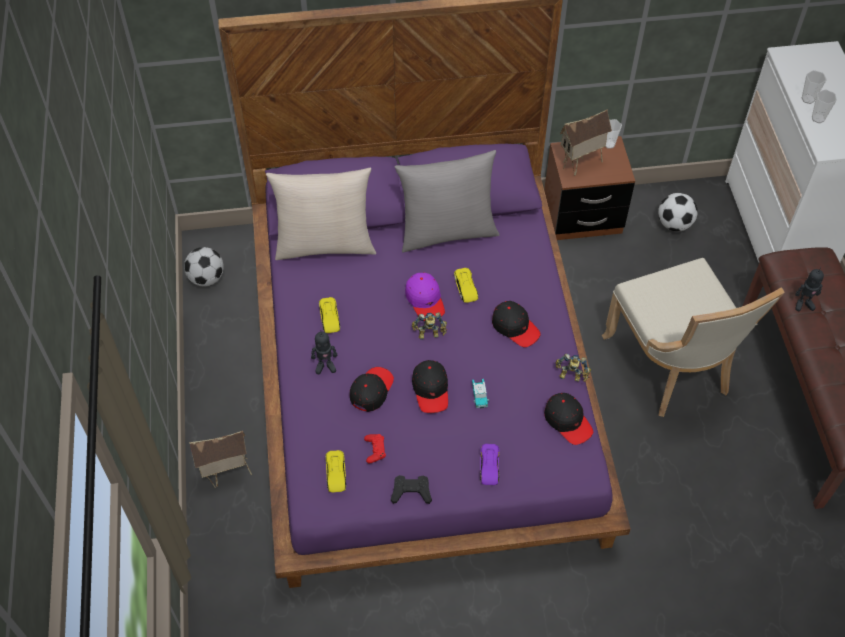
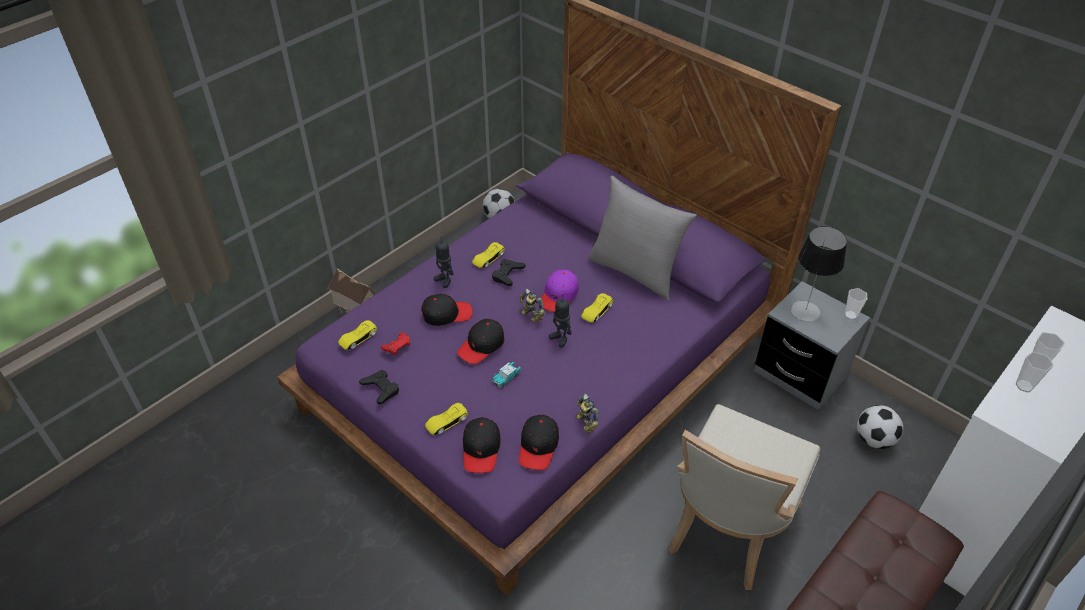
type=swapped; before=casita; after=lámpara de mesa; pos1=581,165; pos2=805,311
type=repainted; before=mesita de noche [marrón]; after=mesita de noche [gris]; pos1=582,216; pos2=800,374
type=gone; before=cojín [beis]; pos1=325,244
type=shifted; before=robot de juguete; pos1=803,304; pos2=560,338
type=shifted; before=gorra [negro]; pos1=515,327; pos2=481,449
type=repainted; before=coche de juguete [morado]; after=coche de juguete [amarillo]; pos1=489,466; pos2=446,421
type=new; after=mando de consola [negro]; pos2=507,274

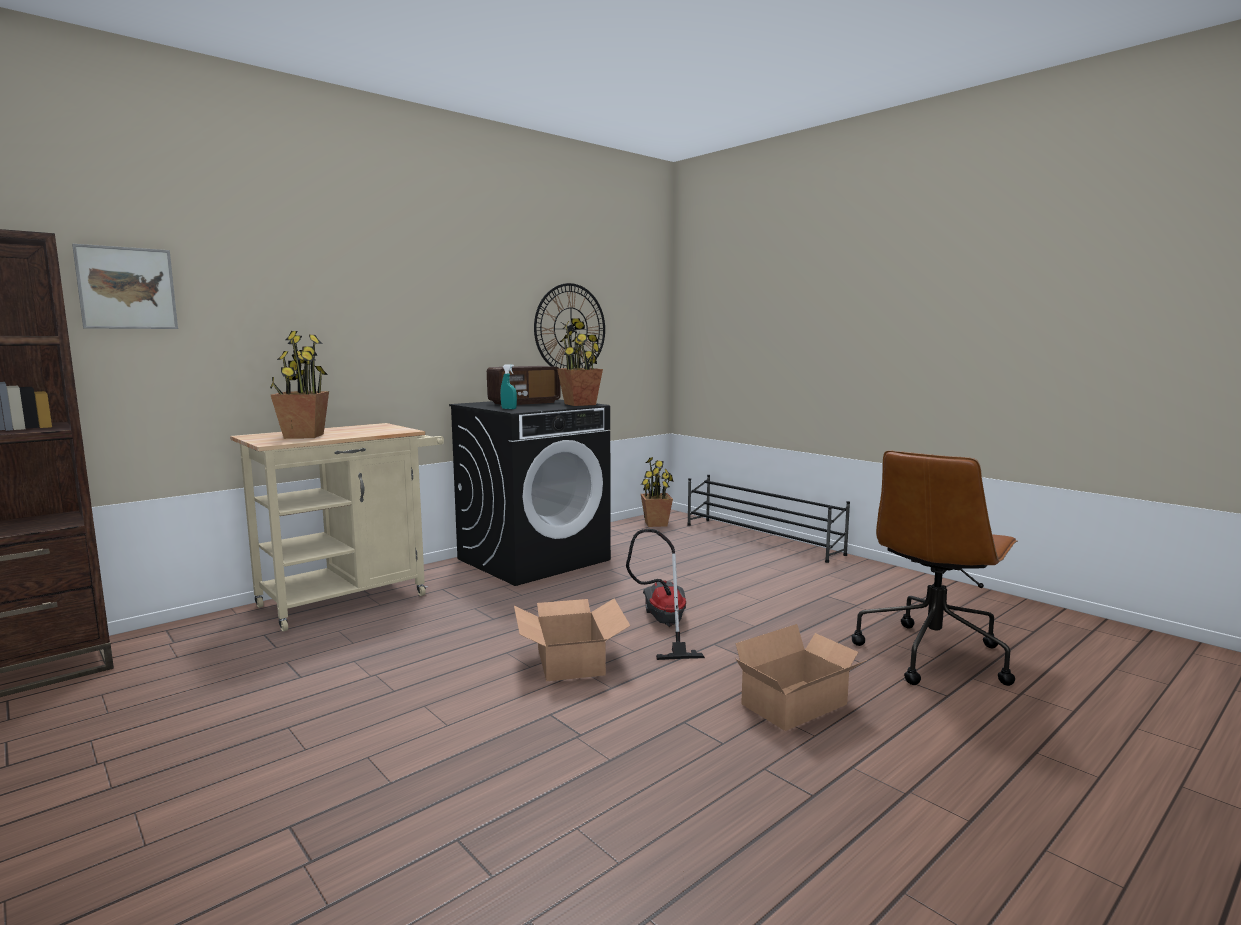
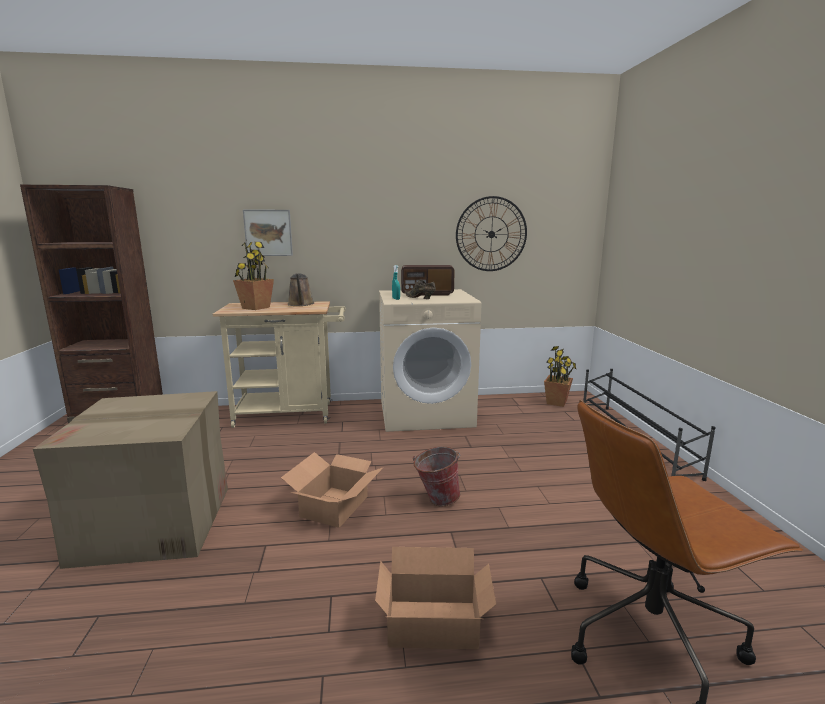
type=shifted; before=cuadro; pos1=127,288; pos2=268,233
type=gone; before=planta en maceta; pos1=580,404
type=repainted; before=lavadora [negro]; after=lavadora [beis]; pos1=534,559; pos2=426,413
type=swapped; before=aspiradora; after=cubo; pos1=663,626; pos2=436,499
type=new; after=regadera [marrón]; pos2=301,304
type=new; after=zapato [marrón]; pos2=420,298
type=new; after=caja de cartón; pos2=156,523

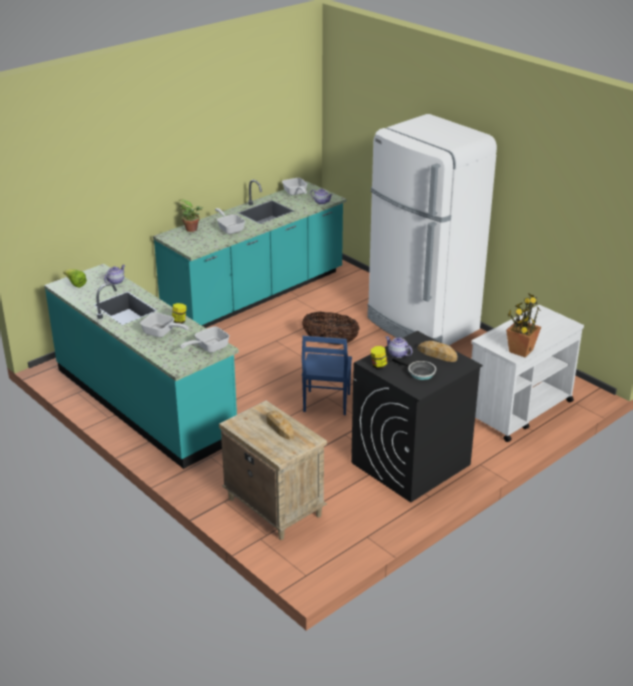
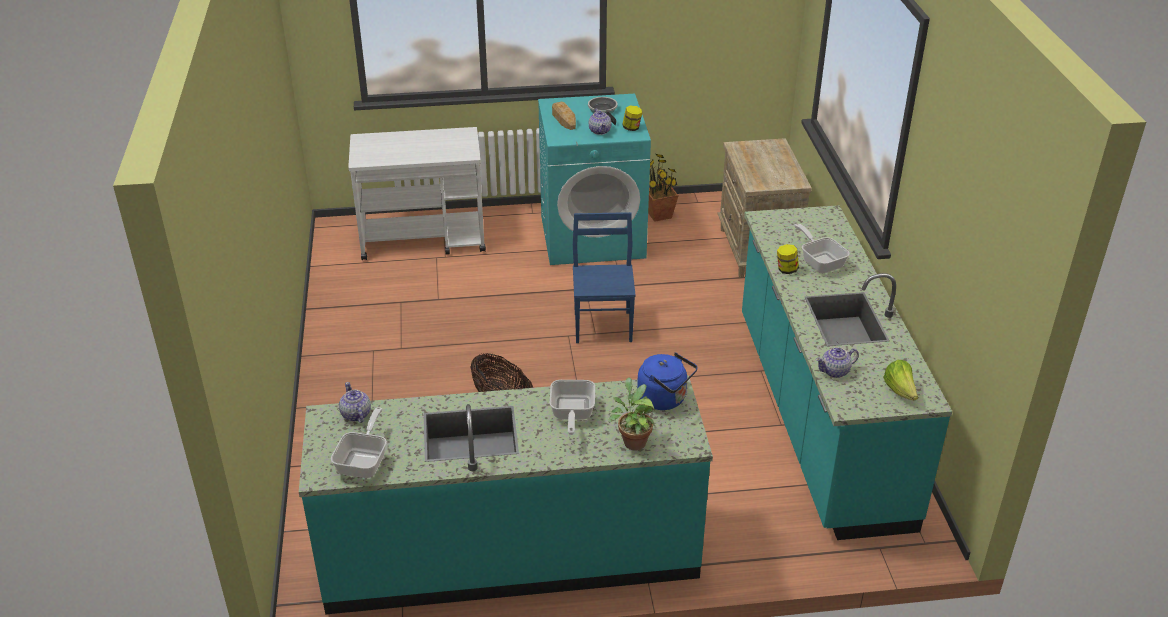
type=gone; before=nevera [blanco]; pos1=422,325
type=shifted; before=planta en maceta; pos1=521,351; pos2=659,215
type=gone; before=sartén; pos1=208,348
type=repainted; before=lavadora [negro]; after=lavadora [turquesa]; pos1=410,464; pos2=593,236
type=rotated; before=silla [azul]; pos1=326,403; pos2=604,326; turn=-45
type=gone; before=pan; pos1=279,427
type=new; after=hervidor [azul]; pos2=665,399

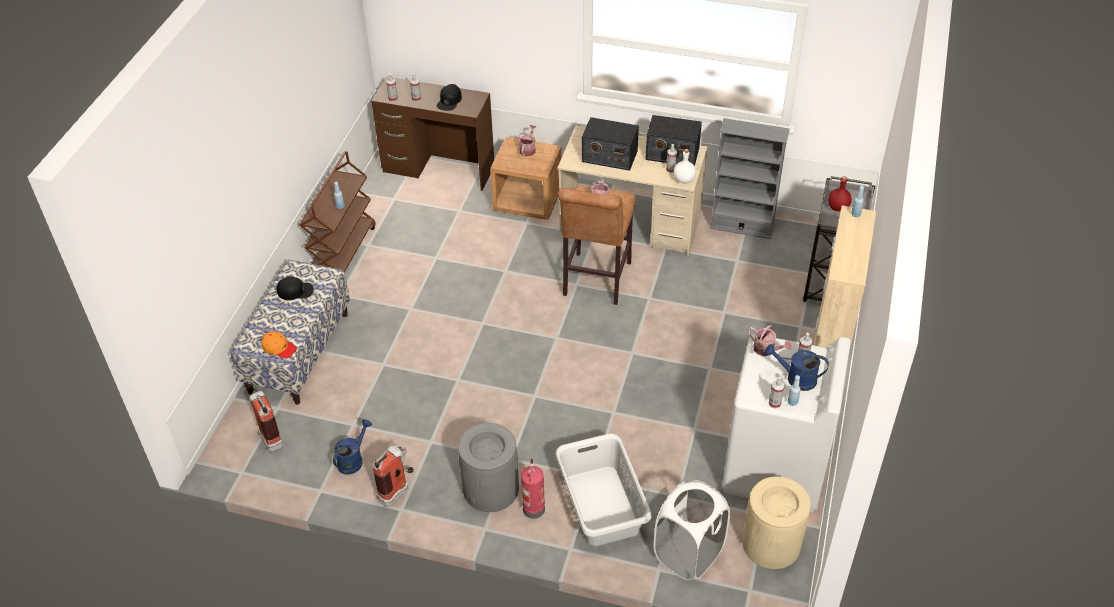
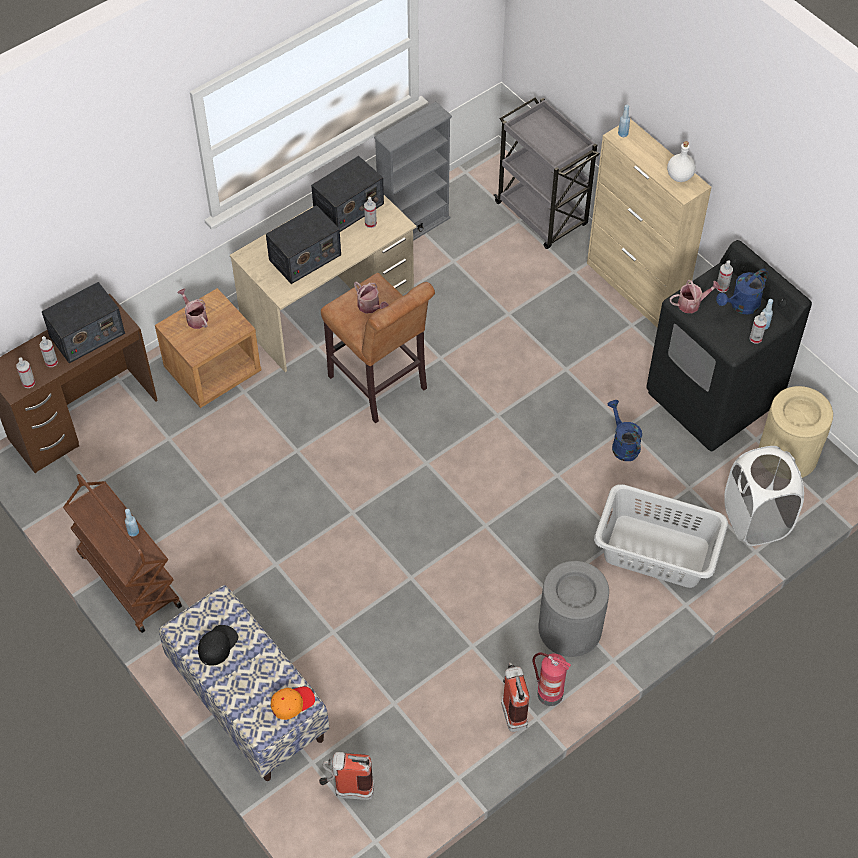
type=swapped; before=gorra [negro]; after=radio; pos1=449,101; pos2=86,335
type=shifted; before=botella [blanco]; pos1=684,180; pos2=680,176
type=gone; before=botella [rojo]; pos1=838,208
type=repainted; before=lavadora [blanco]; after=lavadora [negro]; pos1=775,468; pos2=713,398
type=shifted; before=regadera [azul]; pos1=353,459; pos2=622,444
type=shifted; before=extintor; pos1=533,508; pos2=548,694

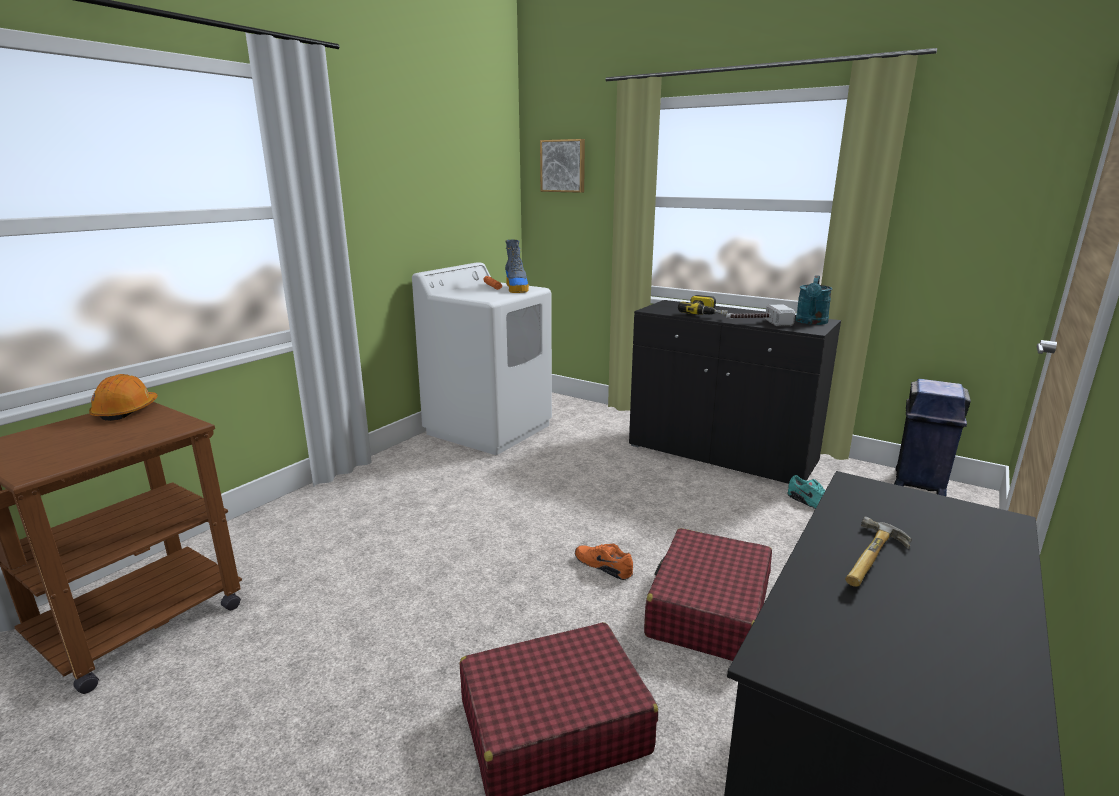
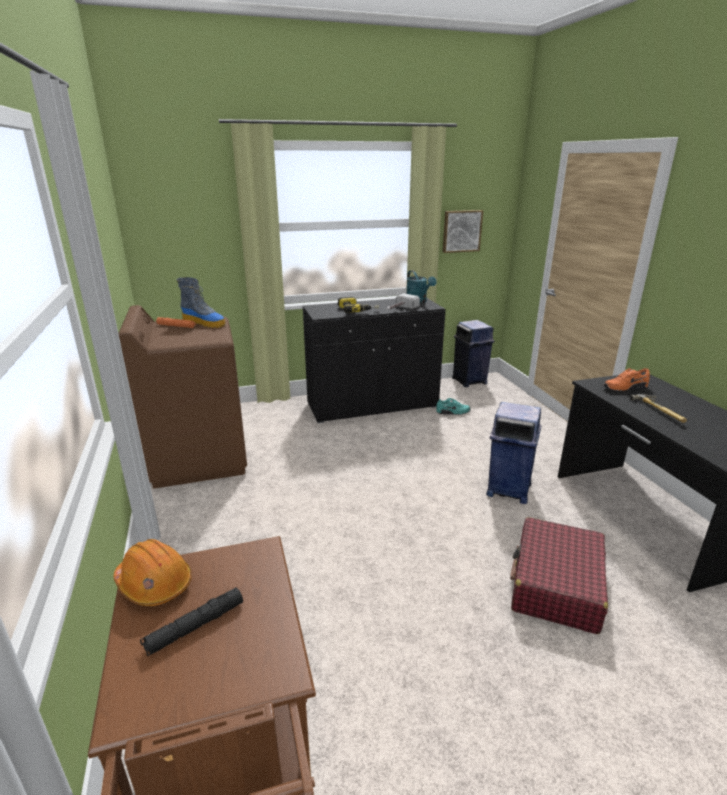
type=shifted; before=cuadro; pos1=563,166; pos2=461,231
type=repainted; before=lavadora [blanco]; after=lavadora [marrón]; pos1=489,429; pos2=199,458
type=swapped; before=maleta [rojo]; after=papelera [azul]; pos1=708,610; pos2=507,489
type=shifted; before=zapato [naranja]; pos1=604,566; pos2=624,387
type=new; after=linterna [negro]; pos2=195,626

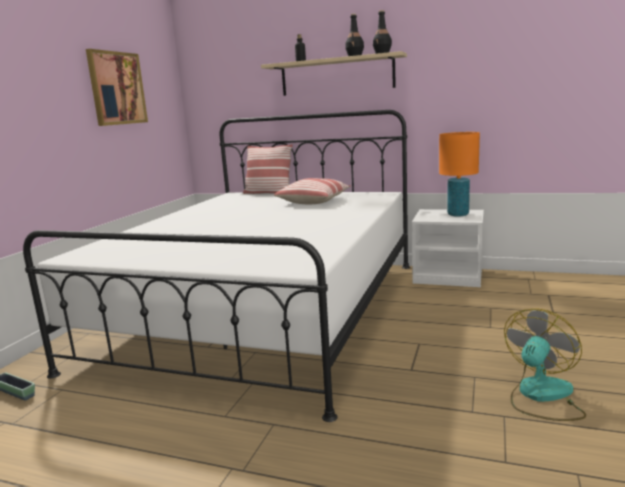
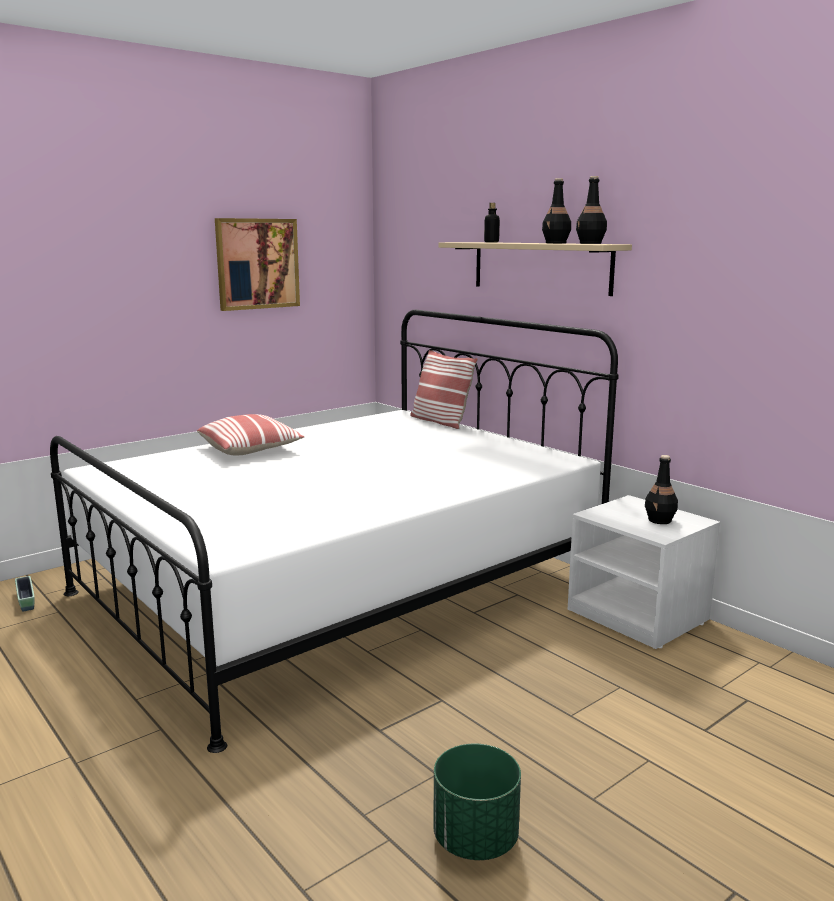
type=swapped; before=lámpara de mesa [naranja]; after=botella [negro]; pos1=458,214; pos2=660,520
type=shifted; before=cojín; pos1=313,201; pos2=251,449
type=swapped; before=ventilador; after=maceta [verde]; pos1=541,396; pos2=475,838

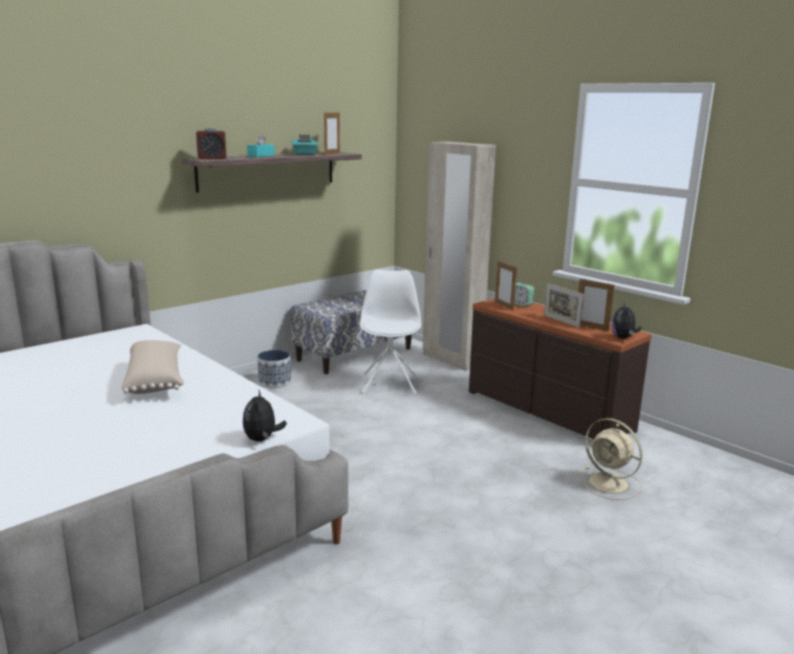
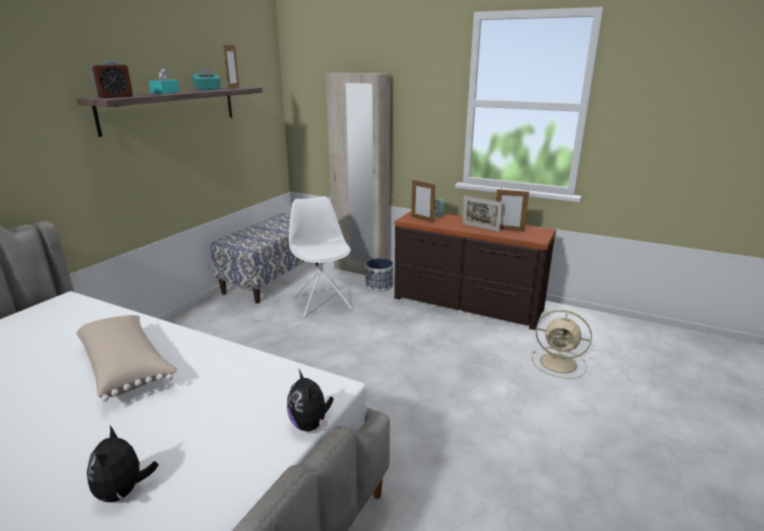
type=shifted; before=peluche; pos1=623,338; pos2=124,492
type=shifted; before=maceta; pos1=274,382; pos2=379,286

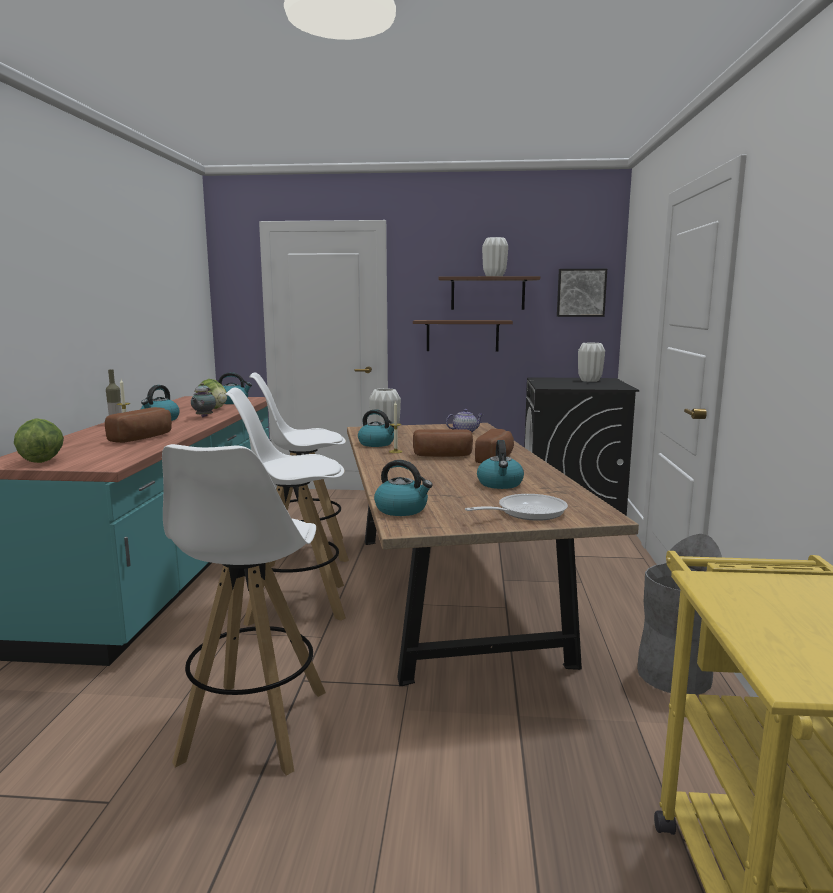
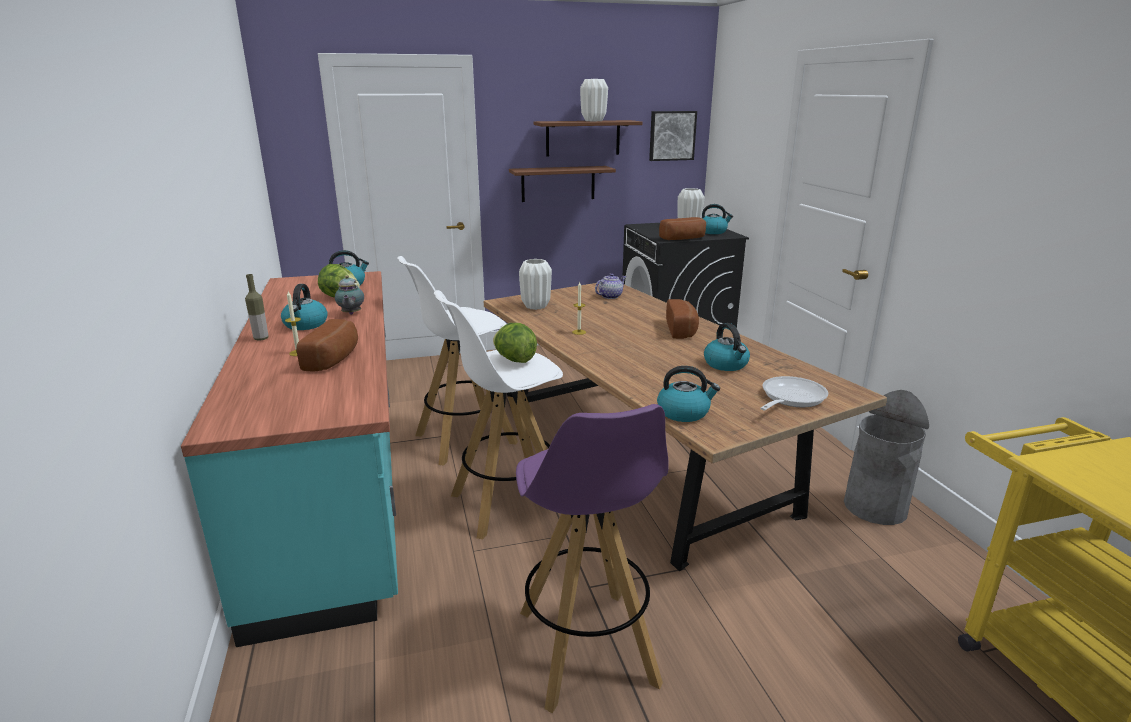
type=shifted; before=hervidor; pos1=377,444; pos2=713,232
type=shifted; before=lechuga; pos1=41,461; pos2=514,360
type=shifted; before=pan; pos1=443,456; pos2=684,239
type=repainted; before=taburete [blanco]; after=taburete [morado]; pos1=254,726; pos2=587,648

